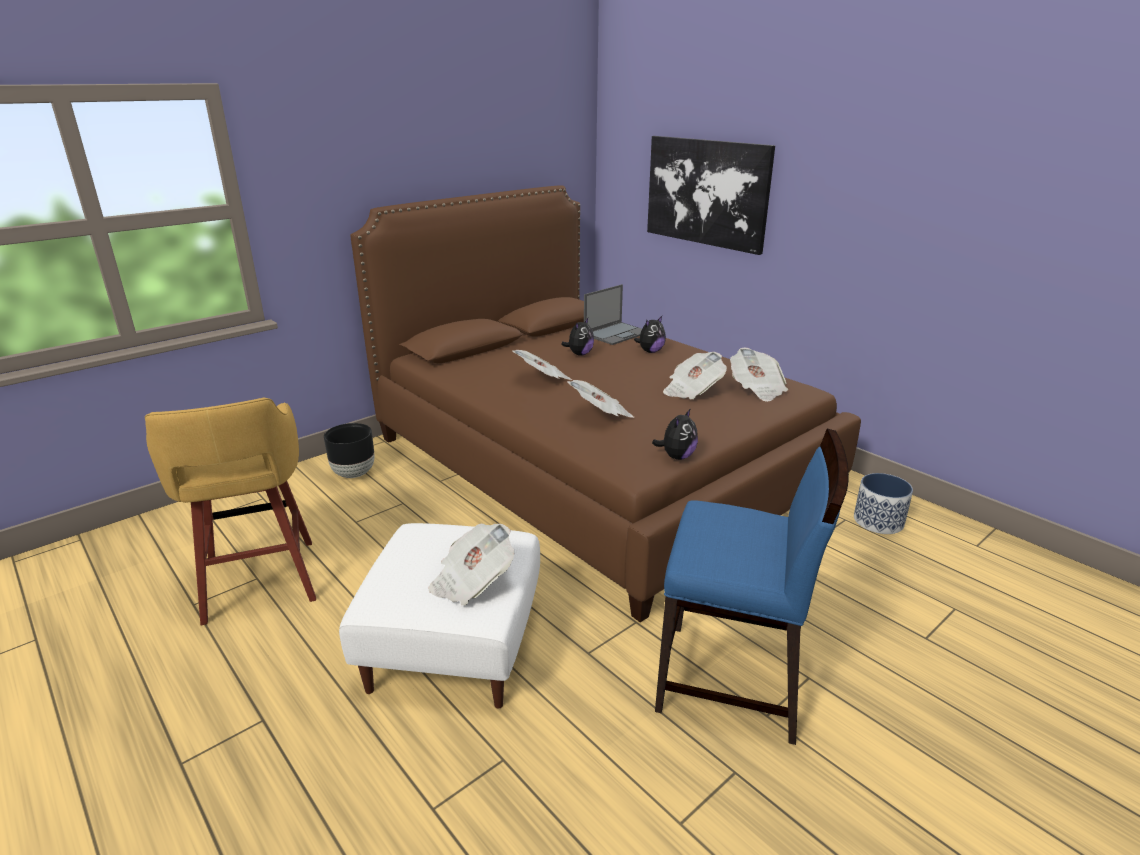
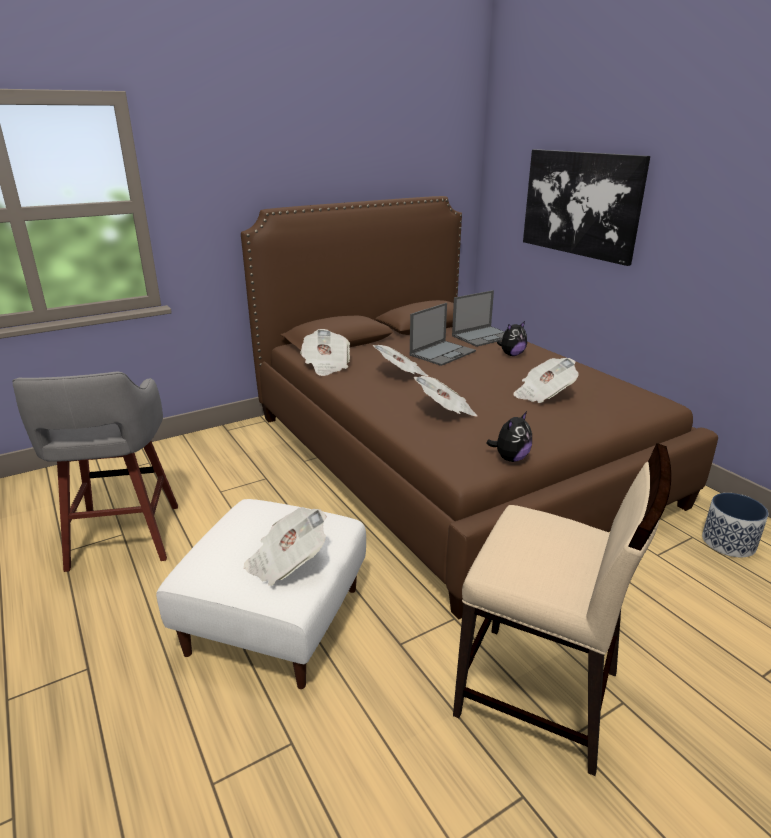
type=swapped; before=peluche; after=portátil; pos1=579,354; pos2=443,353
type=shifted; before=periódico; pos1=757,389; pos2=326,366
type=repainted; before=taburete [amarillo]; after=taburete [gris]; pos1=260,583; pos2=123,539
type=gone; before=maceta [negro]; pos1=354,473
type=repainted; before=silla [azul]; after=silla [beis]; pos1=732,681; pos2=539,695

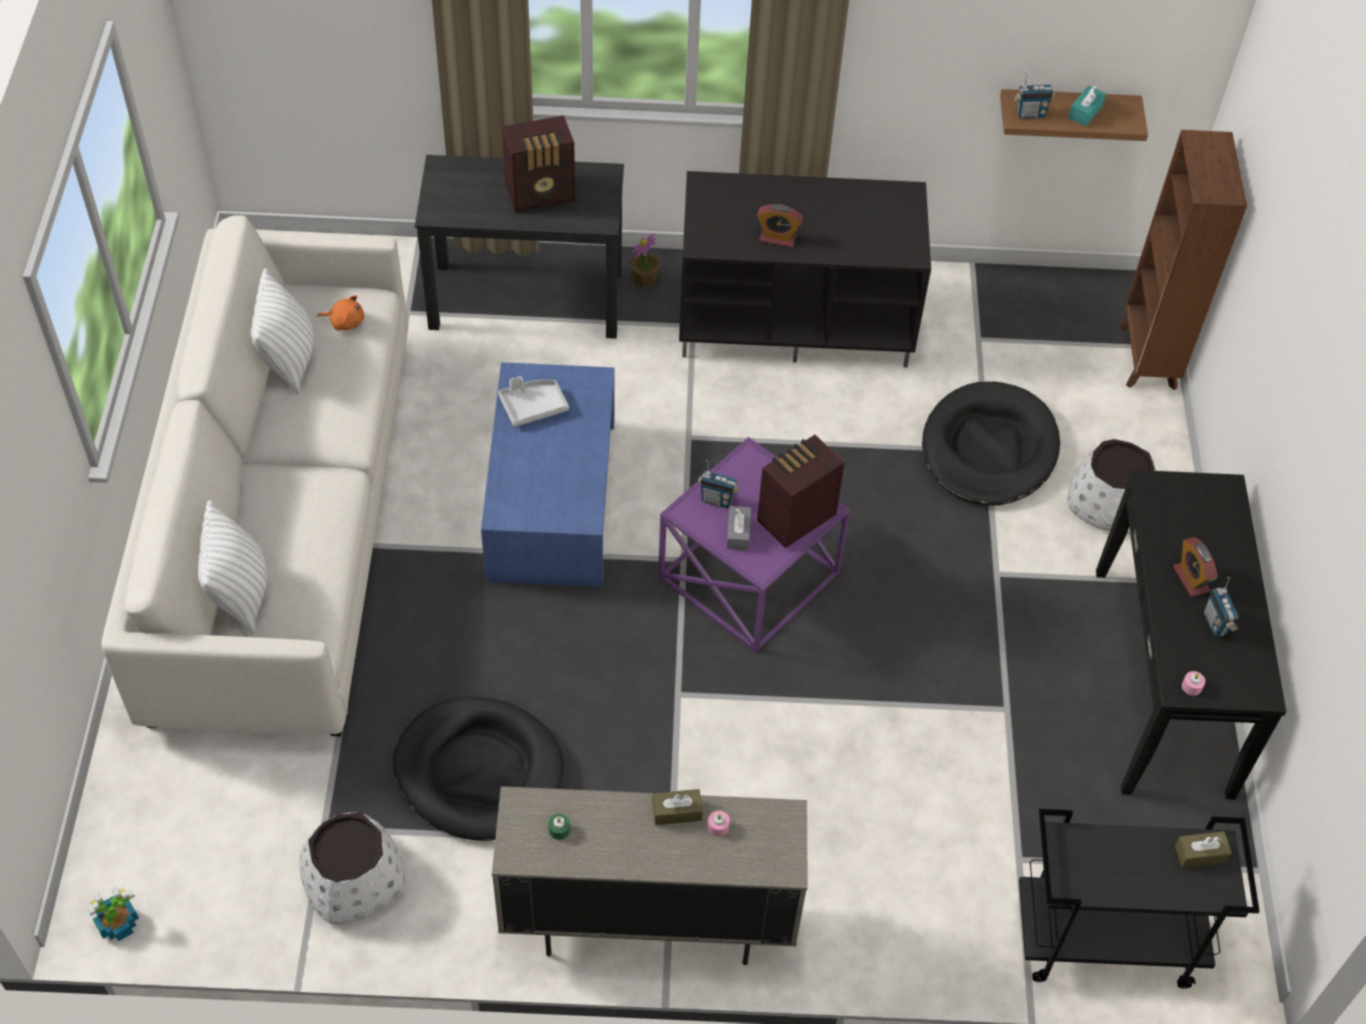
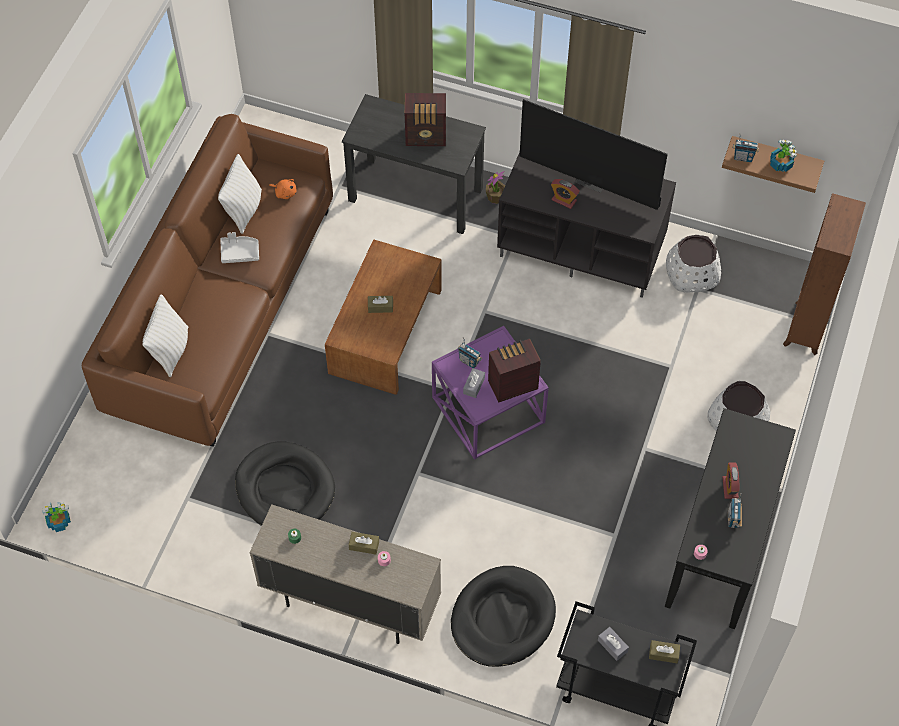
type=swapped; before=caja de pañuelos [turquesa]; after=planta en maceta; pos1=1085,112; pos2=780,164
type=repainted; before=sofá [blanco]; after=sofá [marrón]; pos1=283,525; pos2=221,308
type=repainted; before=mesa de centro [azul]; after=mesa de centro [marrón]; pos1=550,499; pos2=385,331
type=shifted; before=bandeja [gris]; pos1=533,406; pos2=240,252
type=shifted; before=cama para perro [negro]; pos1=988,449; pos2=502,618
type=shifted; before=maceta [blanco]; pos1=354,879; pos2=692,273
type=new; after=televisor; pos2=592,180
type=new; after=caja de pañuelos [marrón]; pos2=380,307
type=new; after=caja de pañuelos [gris]; pos2=612,646

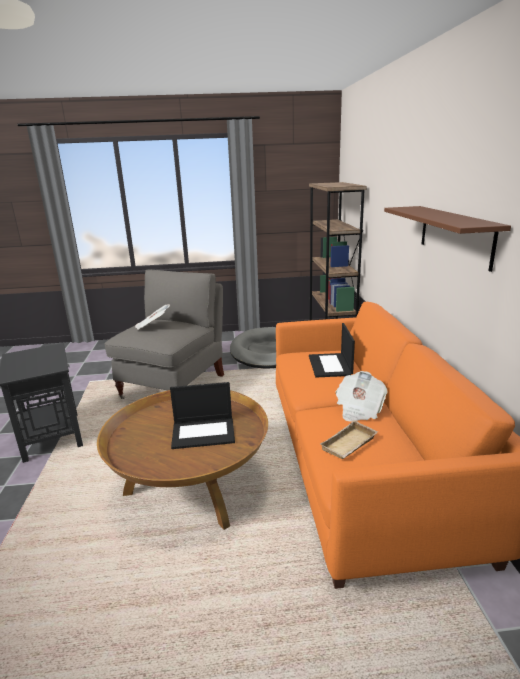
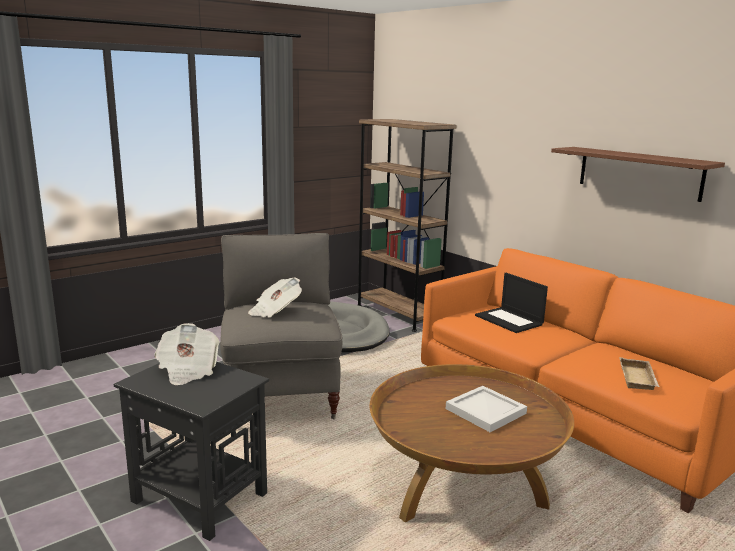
type=shifted; before=periódico; pos1=359,409; pos2=187,370
type=swapped; before=portátil; after=bandeja [blanco]; pos1=204,432; pos2=485,410

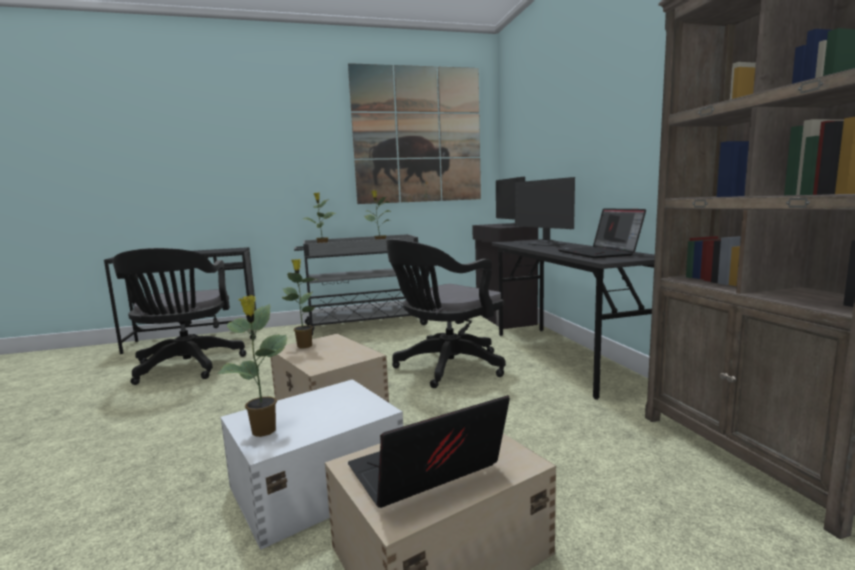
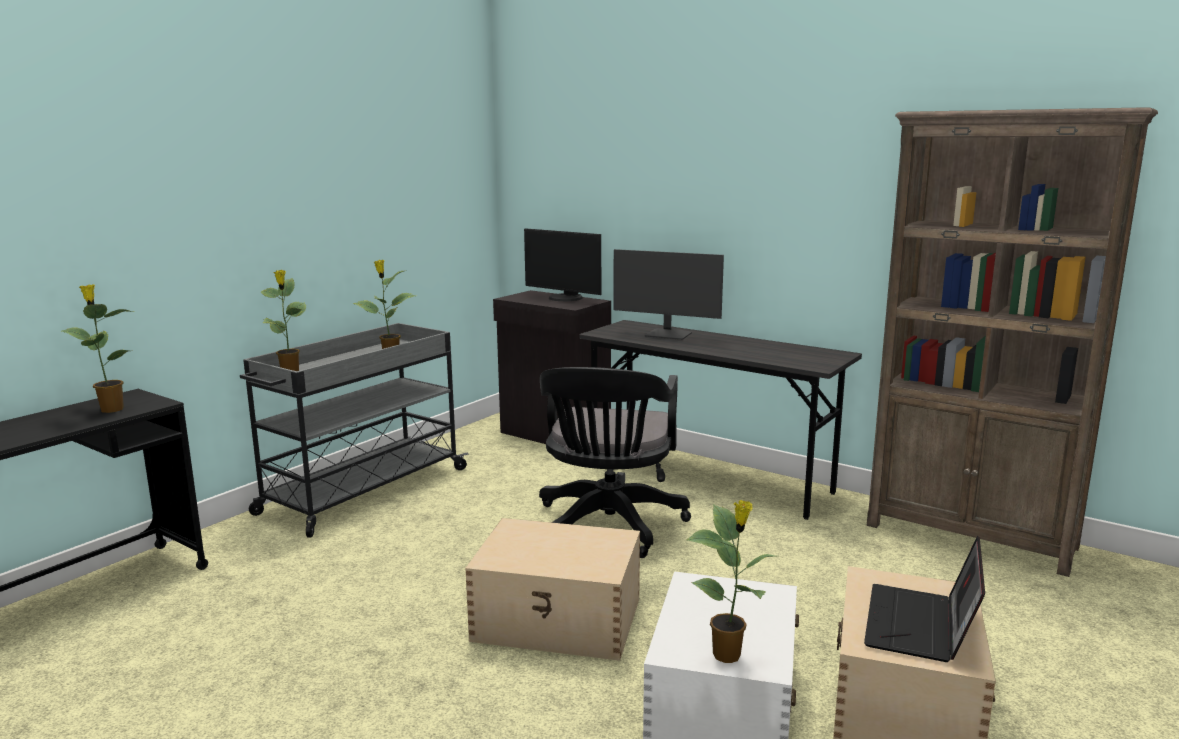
type=gone; before=cuadro; pos1=418,135
type=gone; before=portátil; pos1=600,253
type=gone; before=silla de oficina [negro]; pos1=186,368
type=shifted; before=planta en maceta; pos1=304,345; pos2=111,409

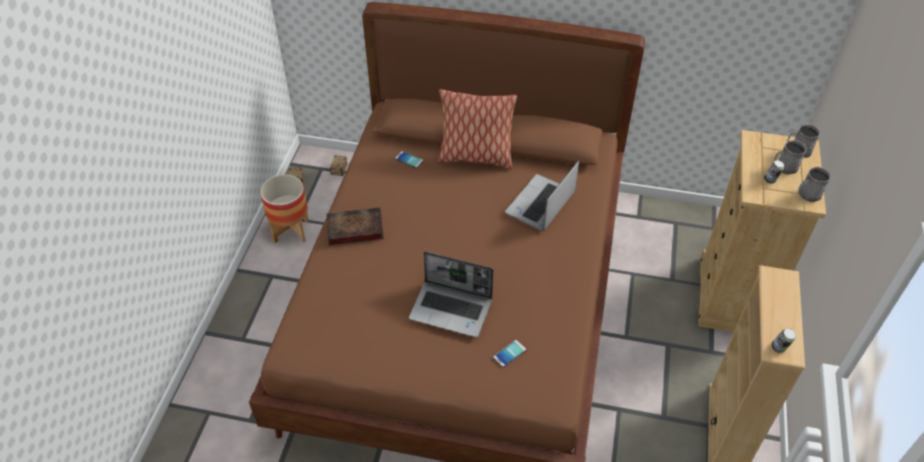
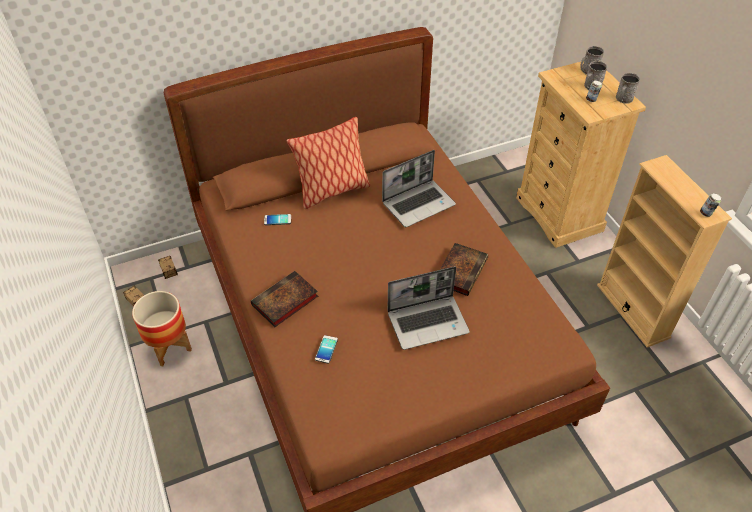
type=rotated; before=portátil; pos1=540,205; pos2=419,203; turn=-120
type=shifted; before=móvil; pos1=509,354; pos2=326,349
type=new; after=libro; pos2=461,270

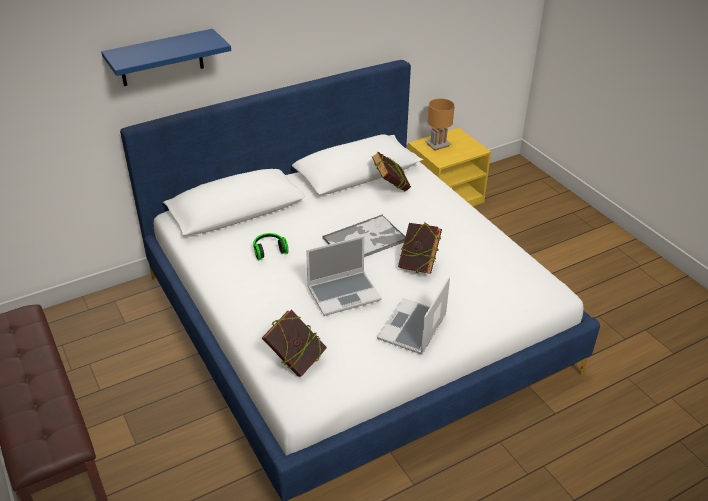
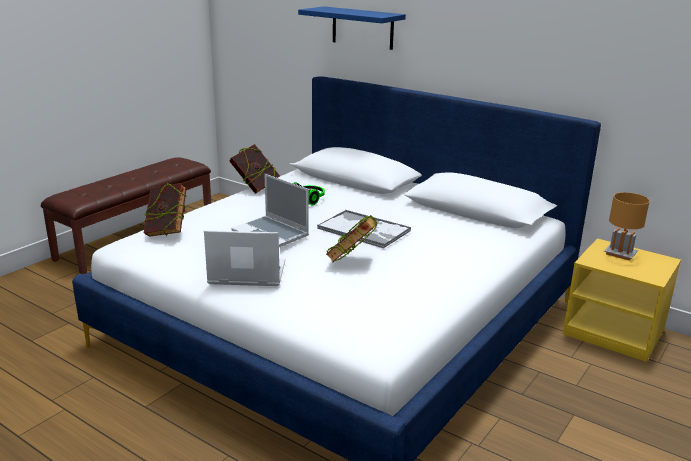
type=shifted; before=libro; pos1=390,188; pos2=255,188

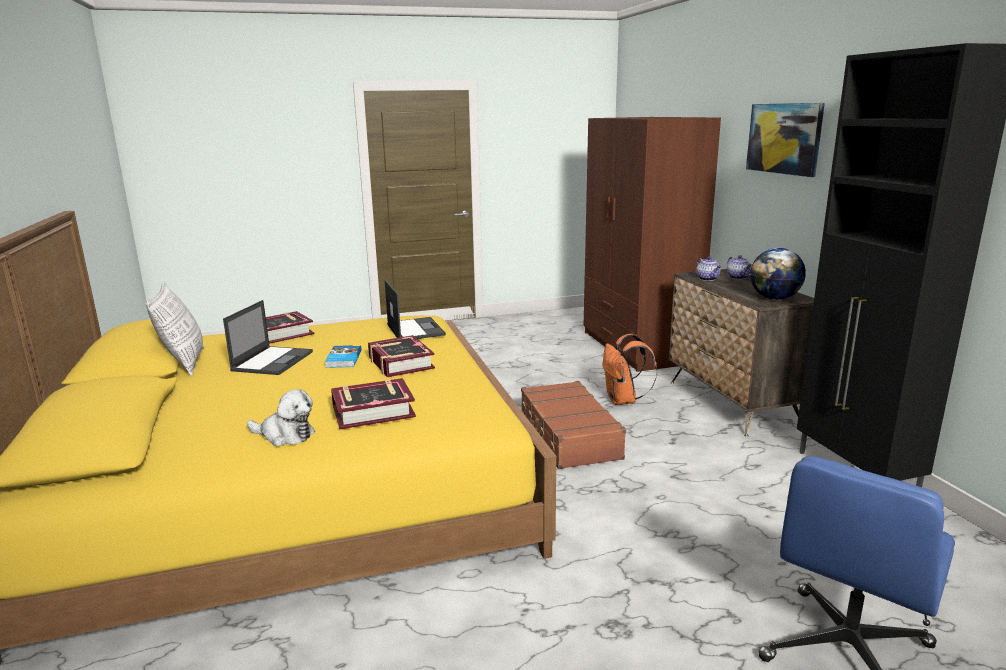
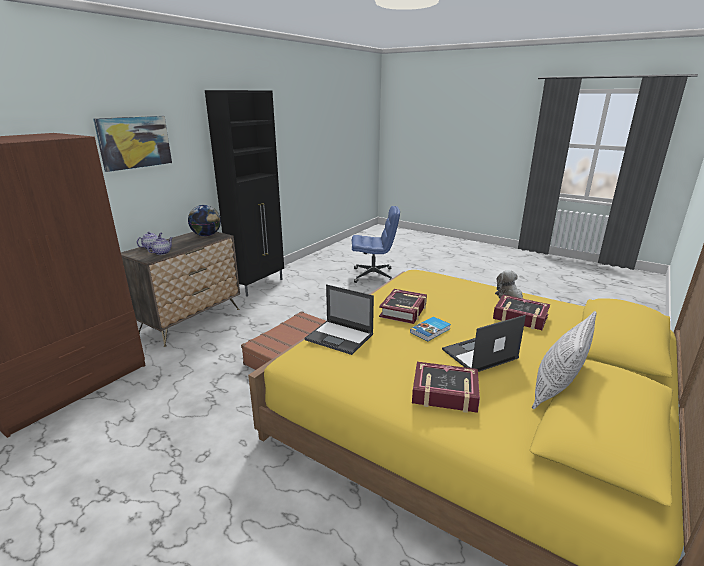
type=rotated; before=portátil; pos1=415,329; pos2=340,337; turn=-90
type=gone; before=mochila [naranja]; pos1=623,400
type=shifted; before=libro; pos1=373,411; pos2=520,317

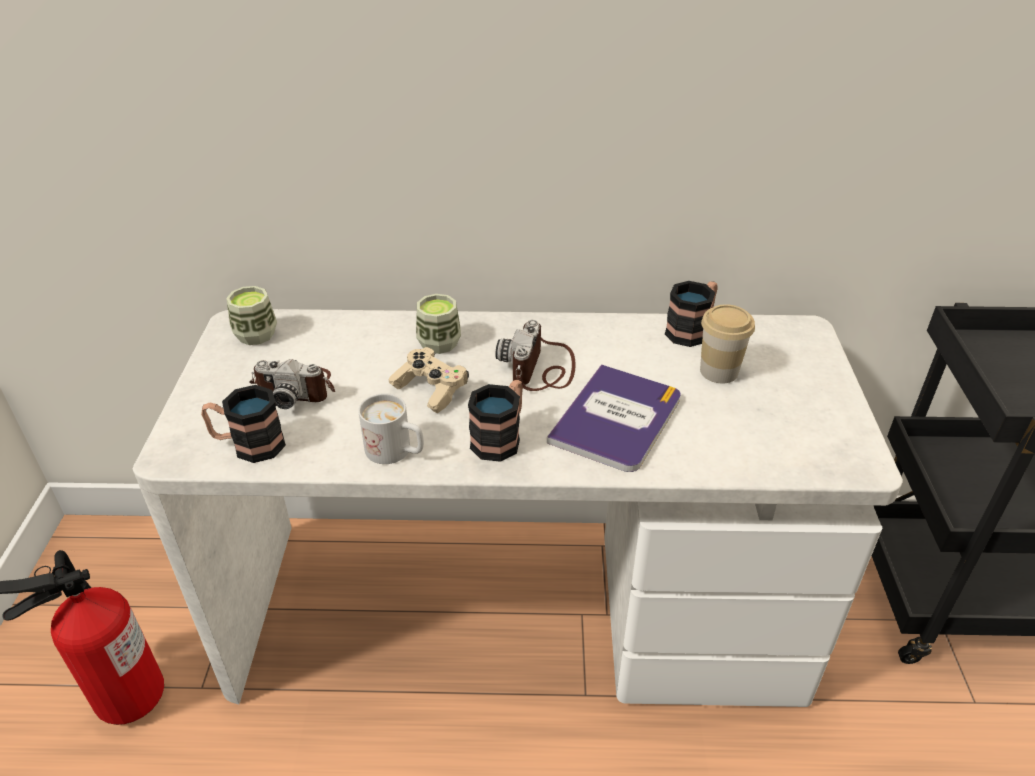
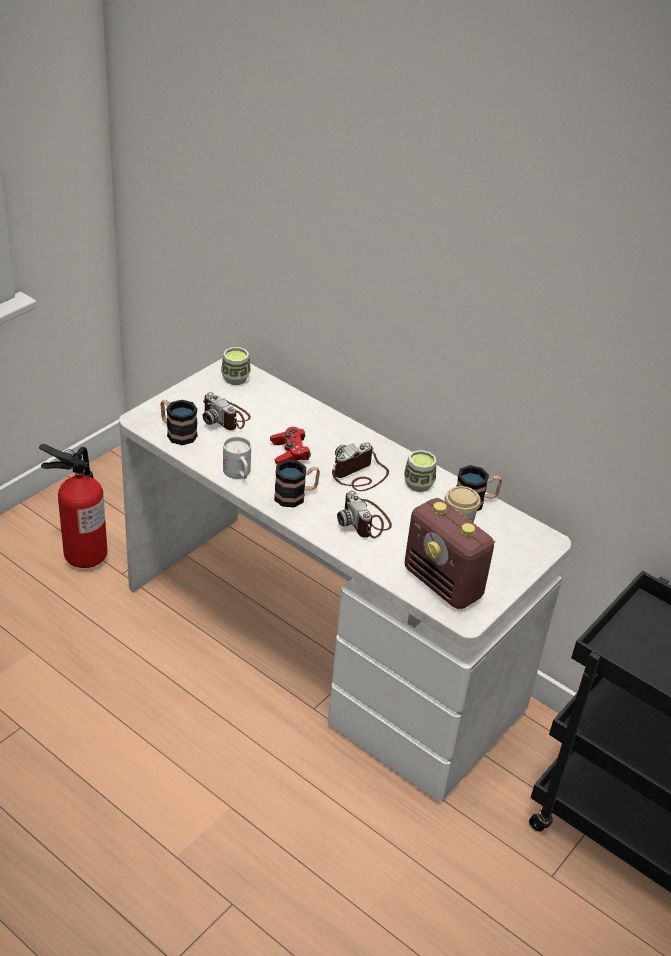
type=shifted; before=taza; pos1=439,343; pos2=418,484
type=repainted; before=mando de consola [beis]; after=mando de consola [rojo]; pos1=430,389; pos2=289,454
type=swapped; before=libro; after=cámara; pos1=616,419; pos2=365,521
type=new; after=radio; pos2=443,584

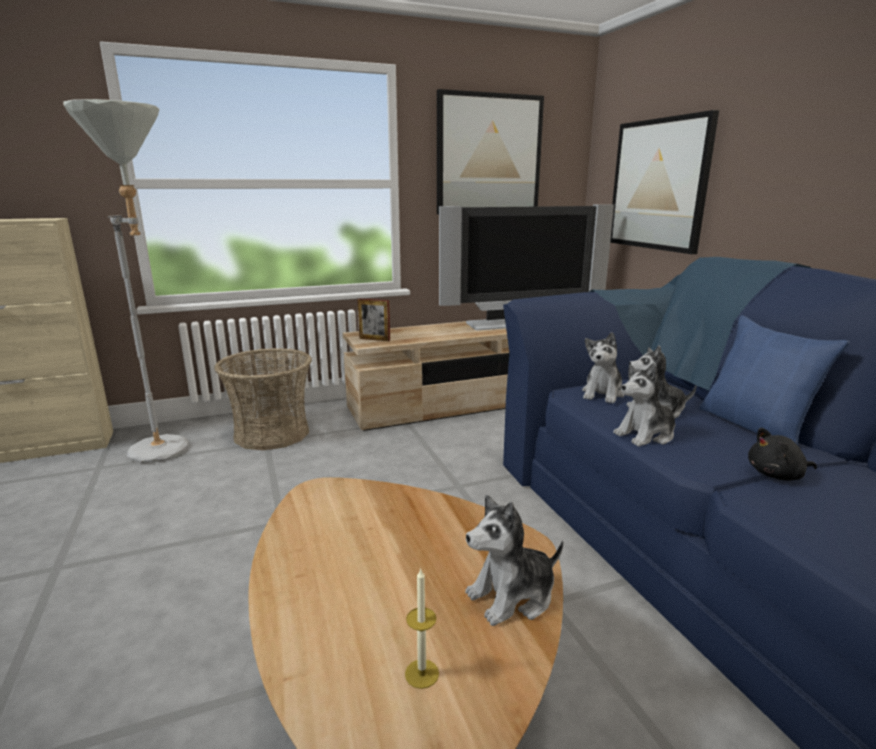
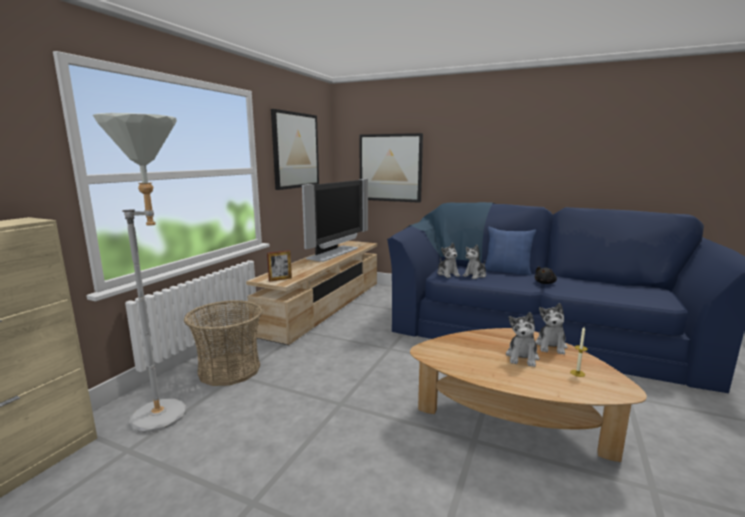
type=shifted; before=peluche; pos1=646,435; pos2=522,357

